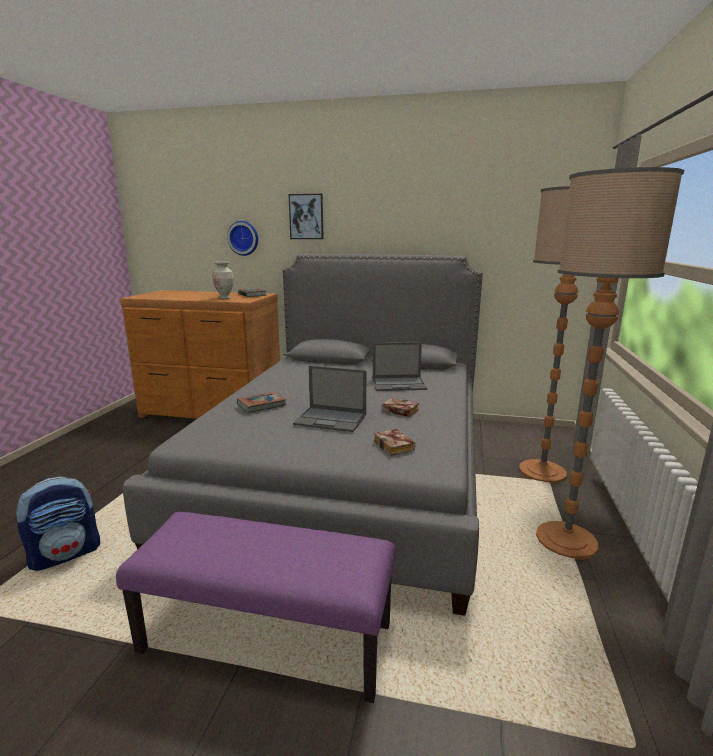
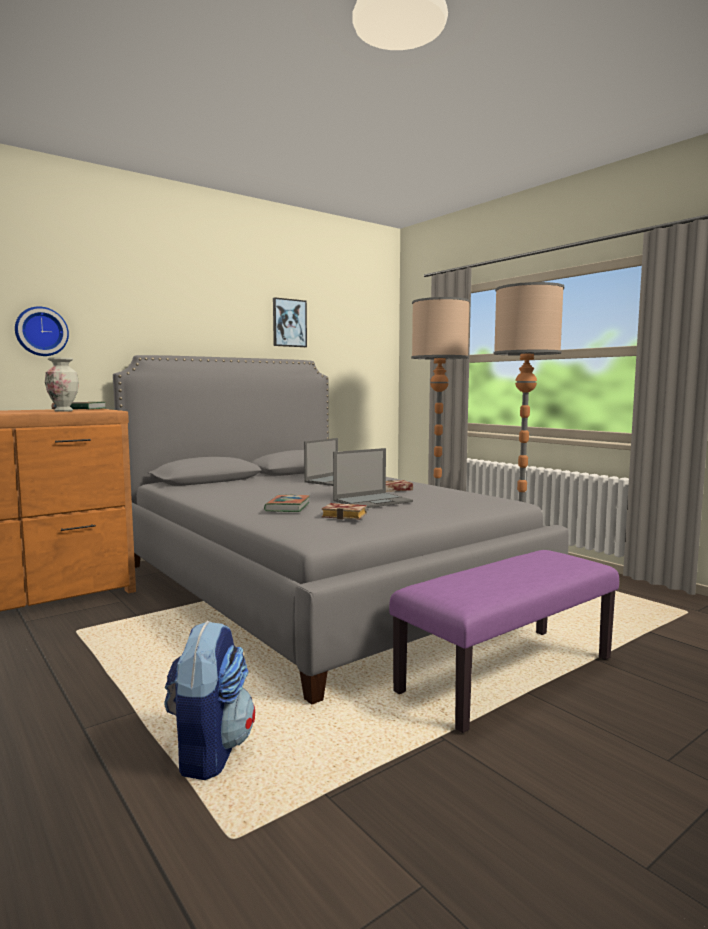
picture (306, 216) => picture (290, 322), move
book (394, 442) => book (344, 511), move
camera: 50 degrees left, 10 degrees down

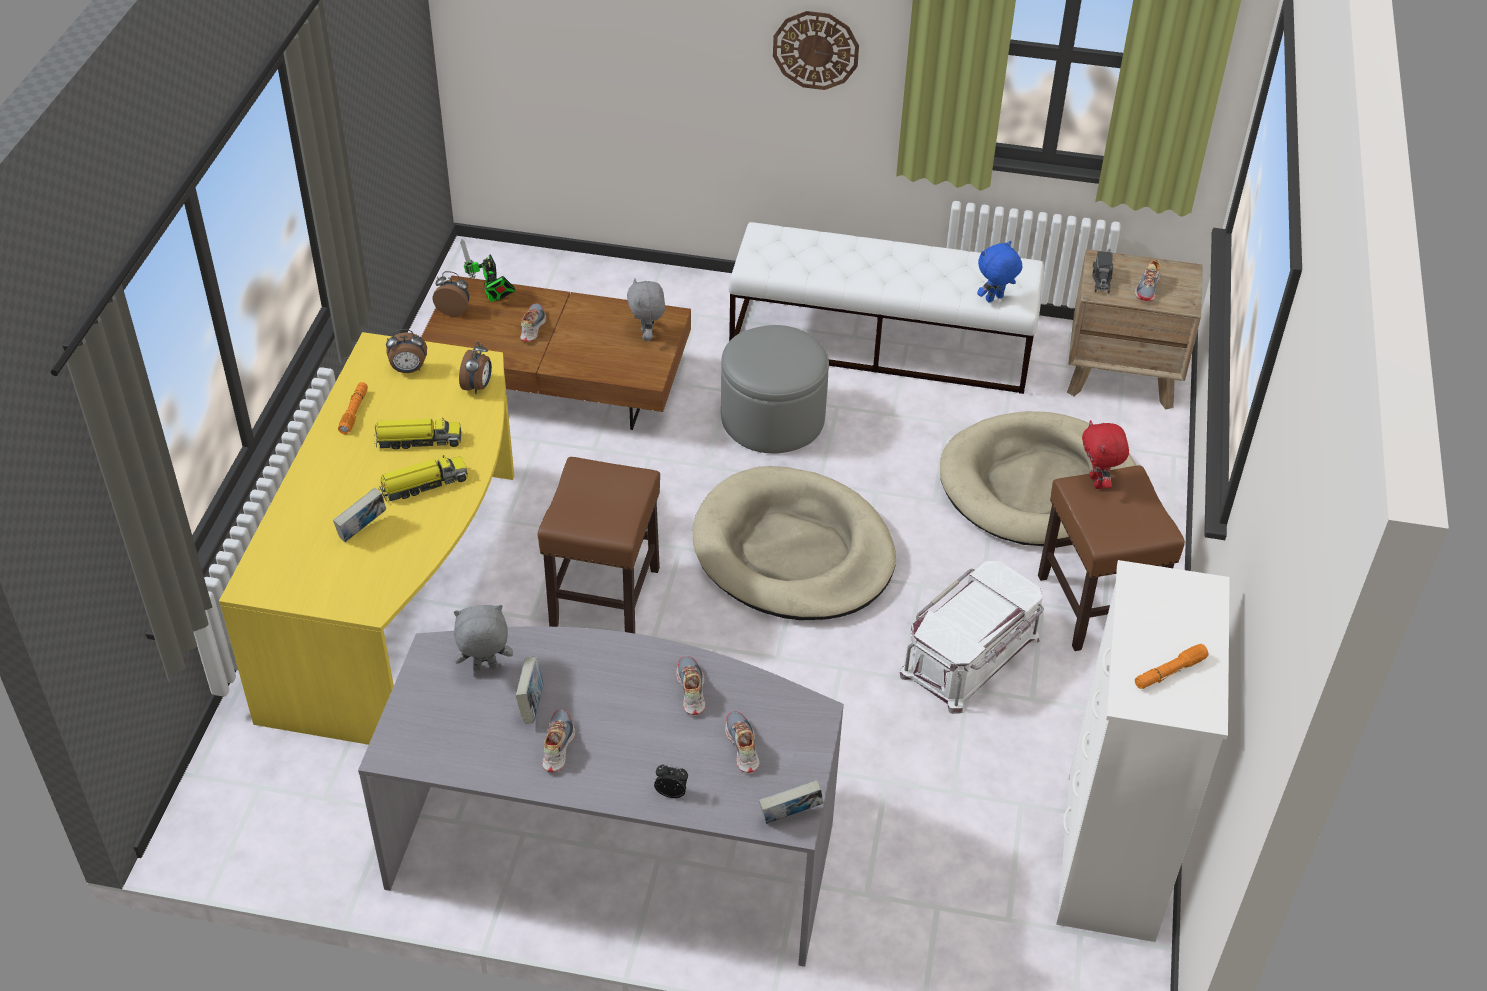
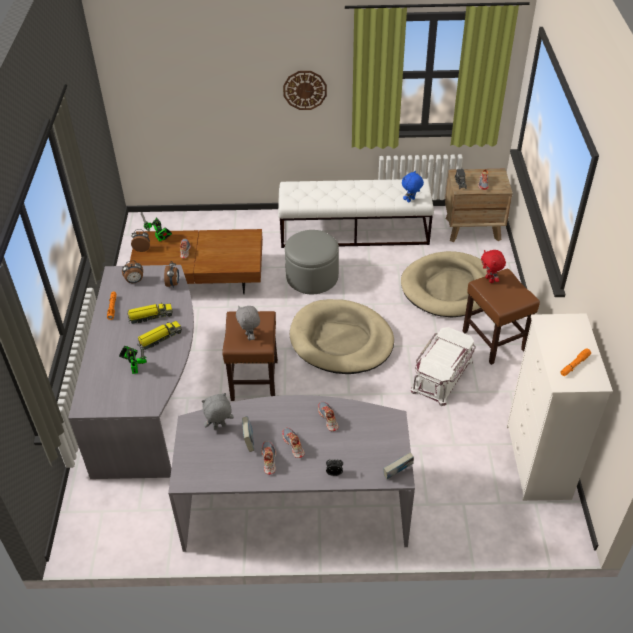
desk in yellow (366, 538) => desk in grey (131, 372)
book (359, 514) => toy robot (133, 360)
plush toy in grey (646, 309) => plush toy in grey (248, 323), move
shoe (742, 742) => shoe (294, 443), move
camera: 10 degrees left, 0 degrees up

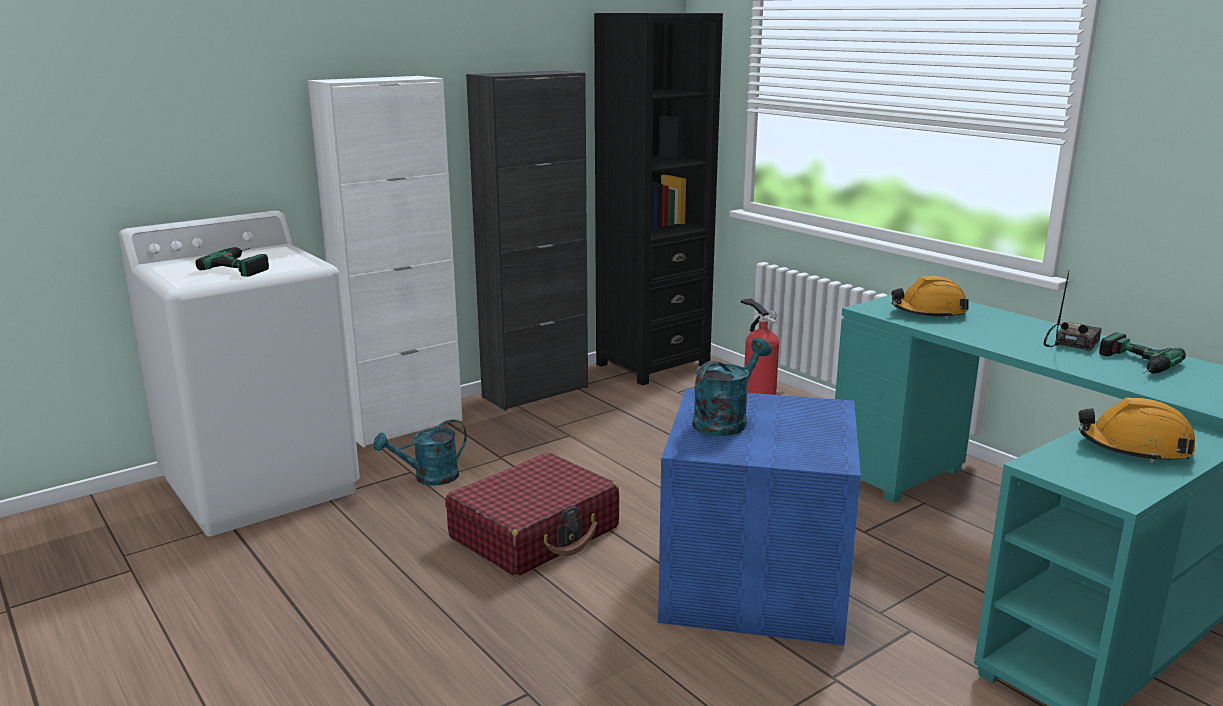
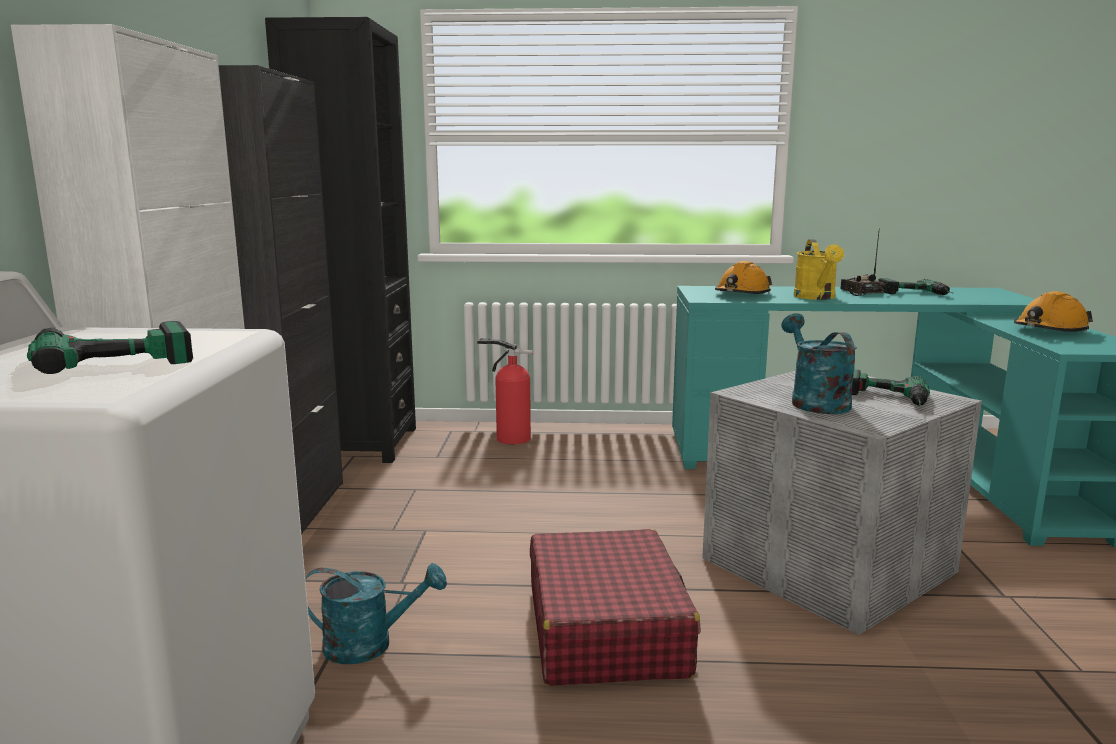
watering can in turquoise (420, 453) => watering can in turquoise (376, 613), 105 degrees counterclockwise
storage box in blue (759, 516) => storage box in grey (842, 503)
nothing => watering can in yellow (819, 269)
nothing => power drill (891, 387)
camera: 50 degrees left, 5 degrees down

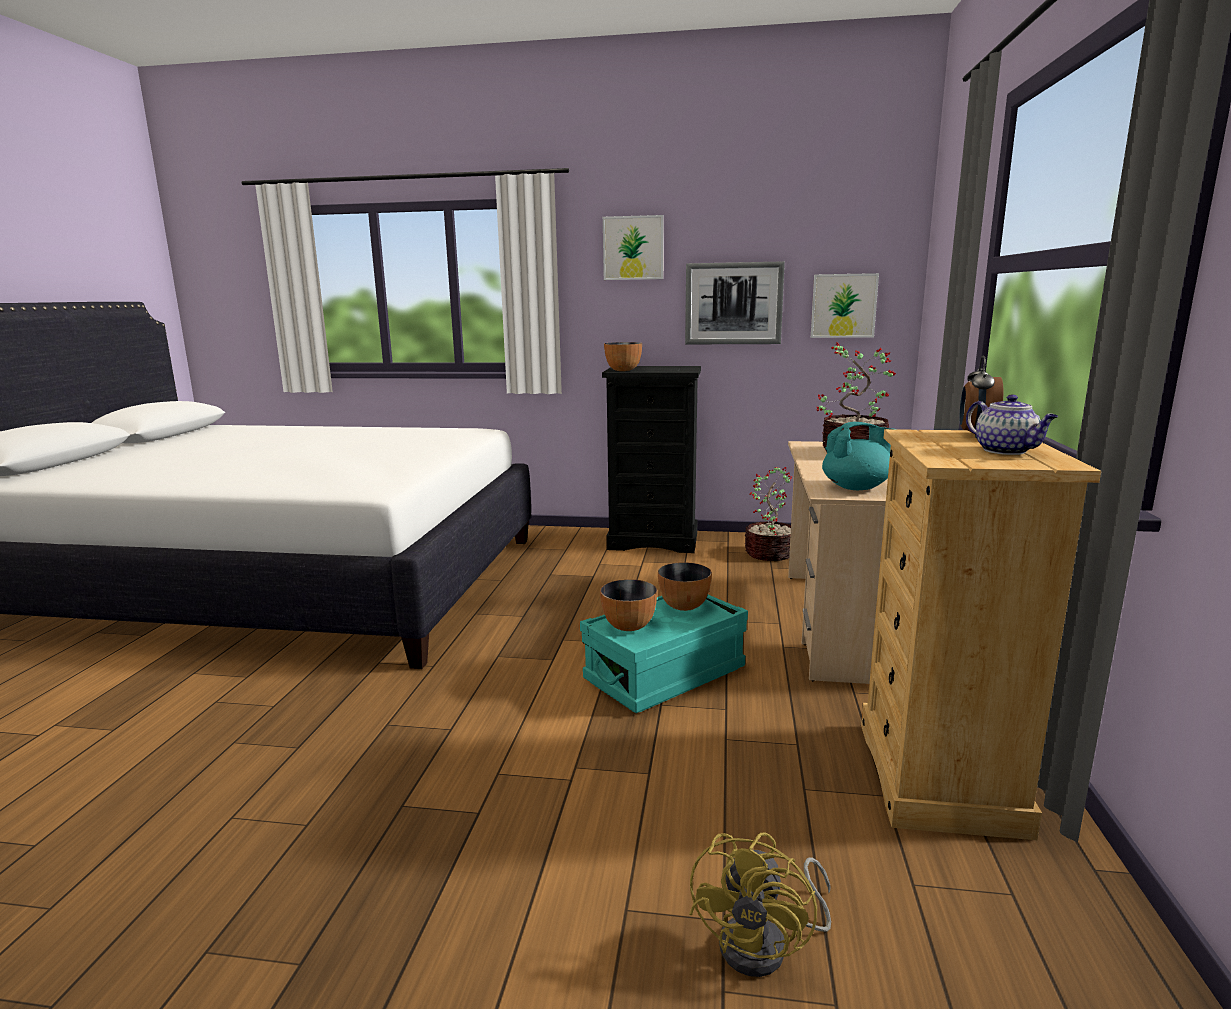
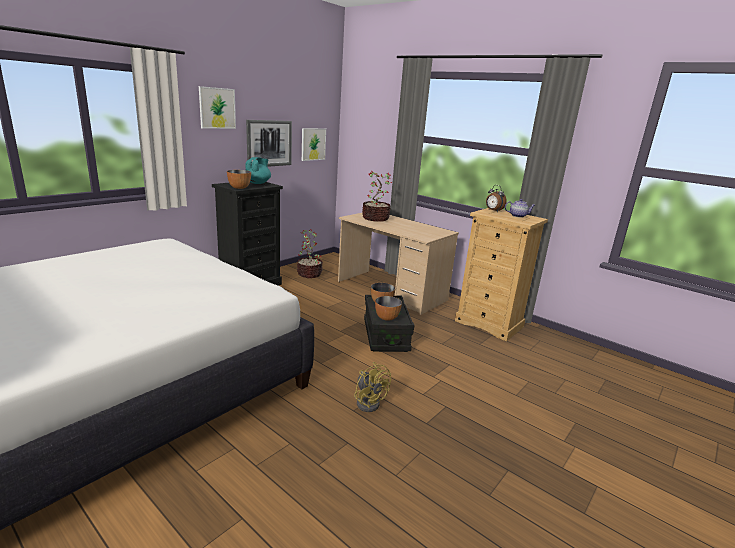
teapot in turquoise (857, 456) => teapot in turquoise (258, 170), move
fan in yellow (760, 905) => fan in yellow (372, 387), move
storage box in turquoise (664, 654) => storage box in black (389, 323)
camera: 60 degrees left, 5 degrees up

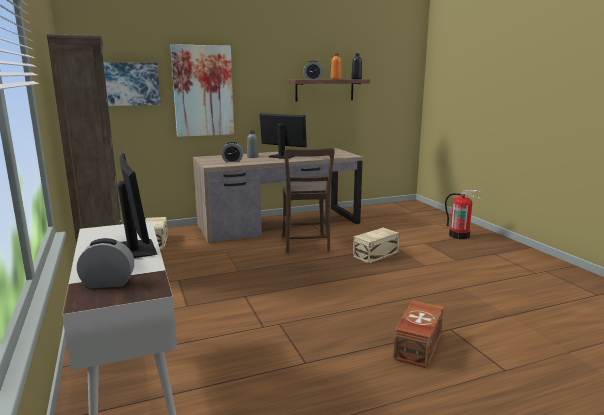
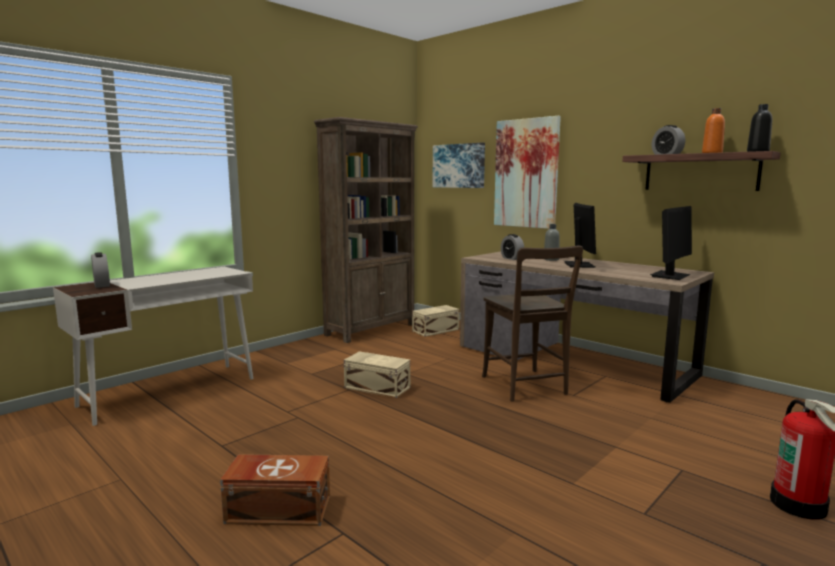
storage box in beige (376, 245) => storage box in beige (377, 374), move
chair in brown (308, 200) => chair in brown (532, 323), 75 degrees counterclockwise
monitor (137, 205) => monitor (671, 243), move
camera: 65 degrees right, 5 degrees down

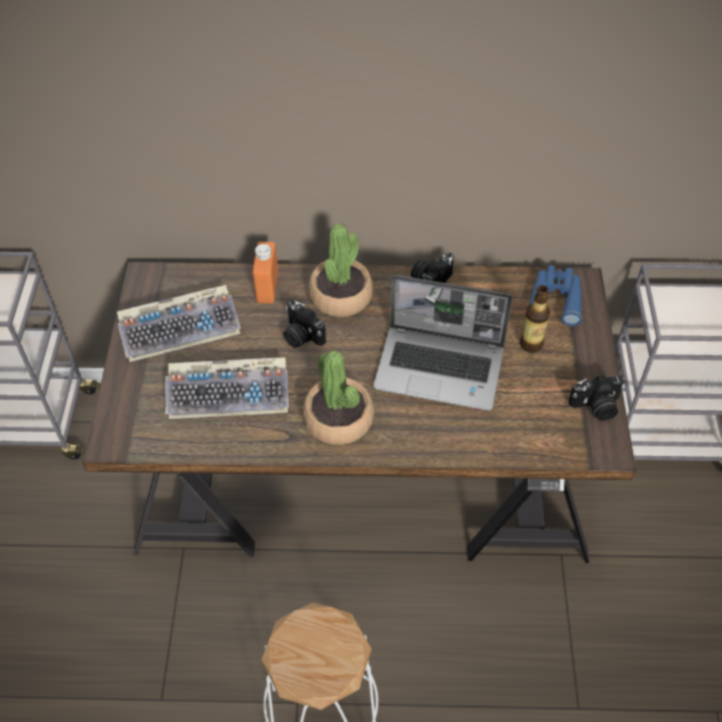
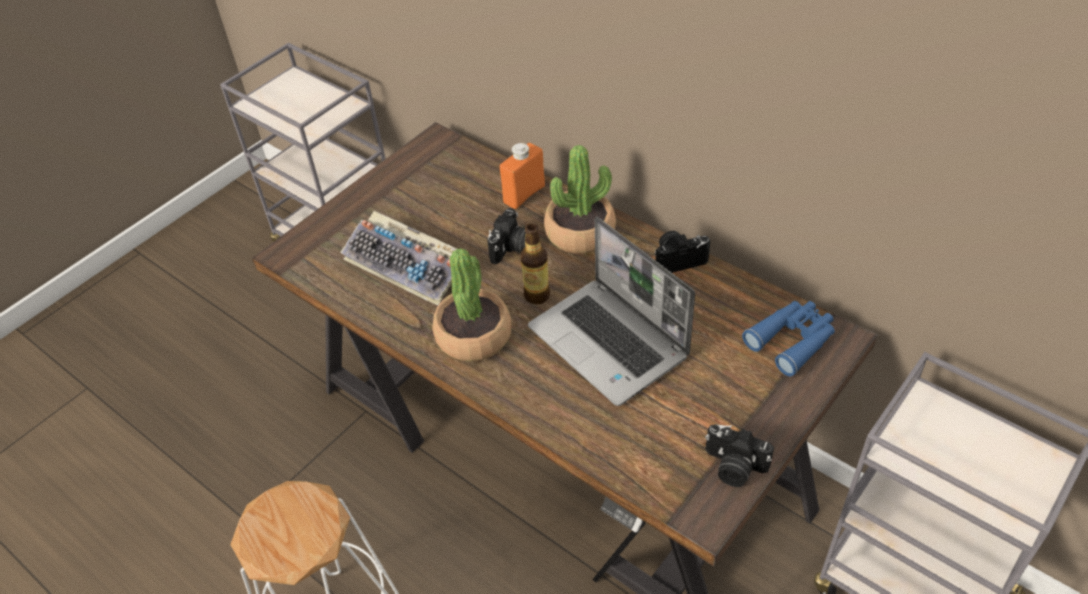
photo camera (304, 324) => photo camera (506, 236), 150 degrees counterclockwise
bottle (535, 319) => bottle (535, 264), move
keyboard (179, 323) => nothing
camera: 40 degrees right, 5 degrees down

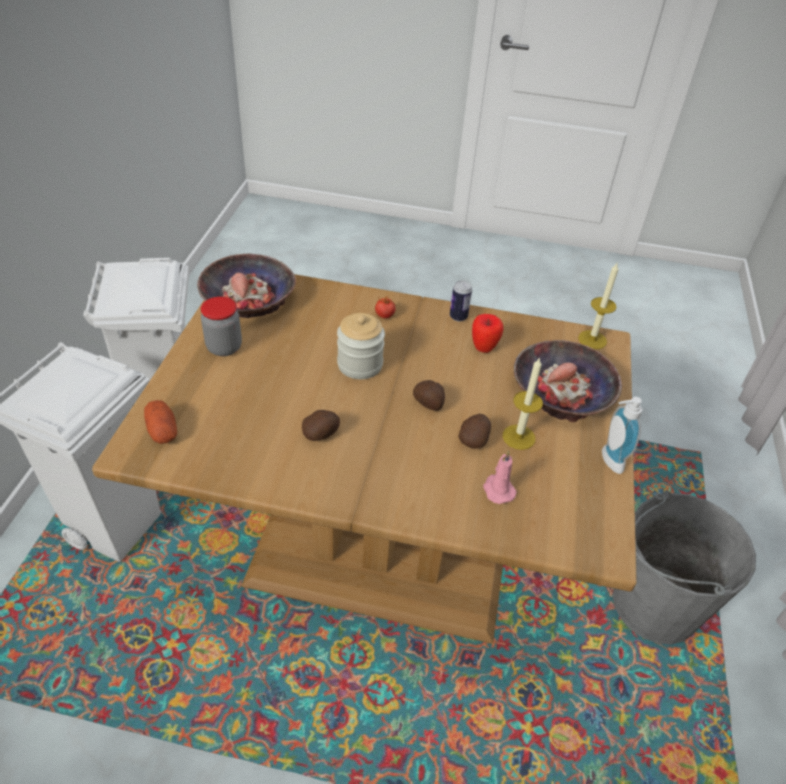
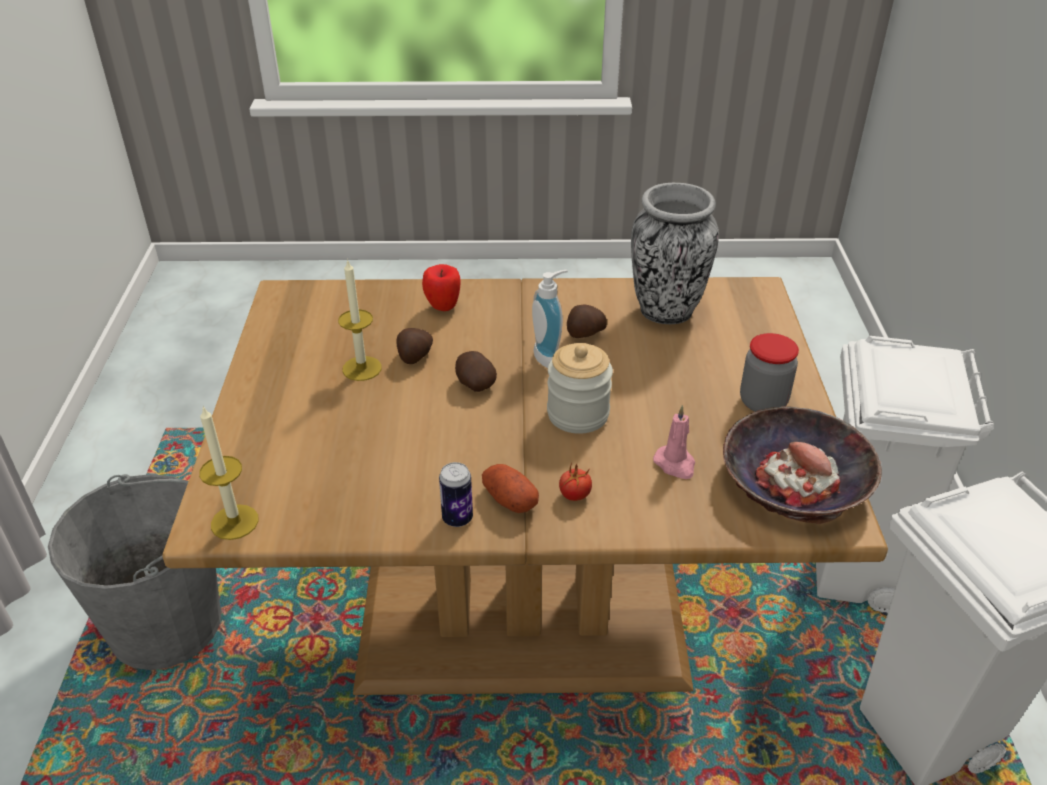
apple (487, 333) => apple (441, 287), move
potato (160, 422) => potato (510, 488), move
soap dispenser (622, 435) => soap dispenser (550, 319), move
nothing => vase (675, 253)
candle in pink (500, 477) => candle in pink (674, 442), move
bowl (568, 381) => nothing
camera: 170 degrees right, 5 degrees down

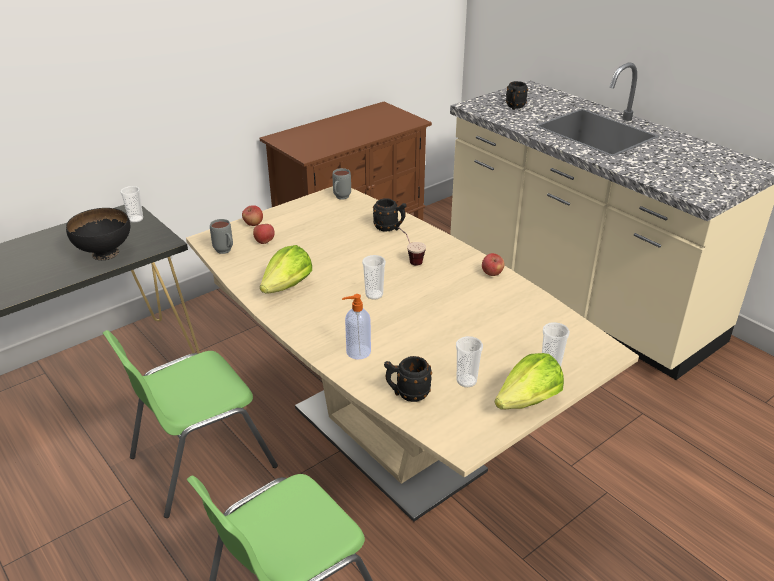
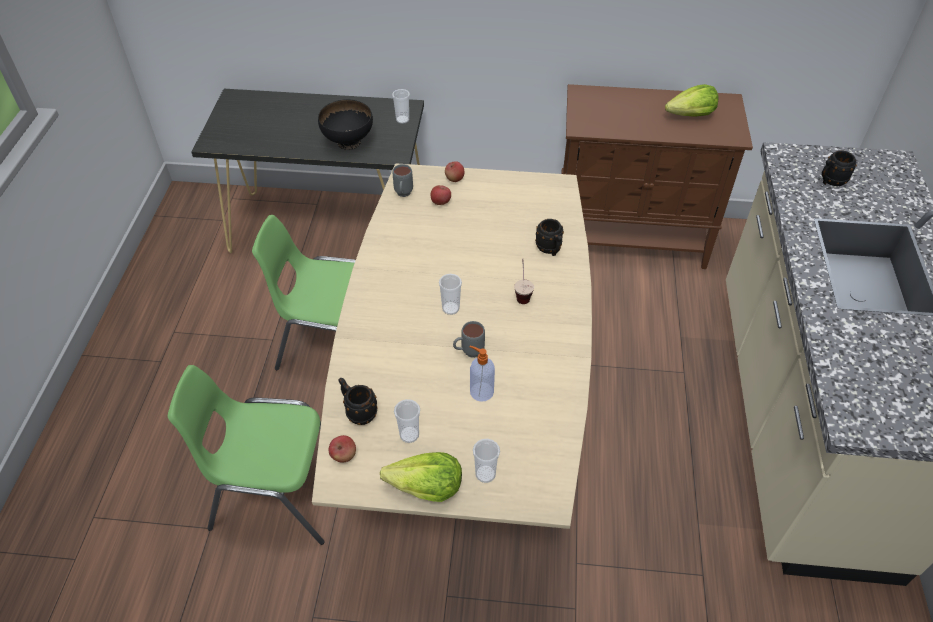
apple (493, 264) => apple (342, 449), move
mug in grey (341, 184) => mug in grey (469, 339), move
soap dispenser (356, 326) => soap dispenser (482, 374), move
lettuce (286, 269) => lettuce (691, 100), move
camera: 45 degrees right, 15 degrees up

